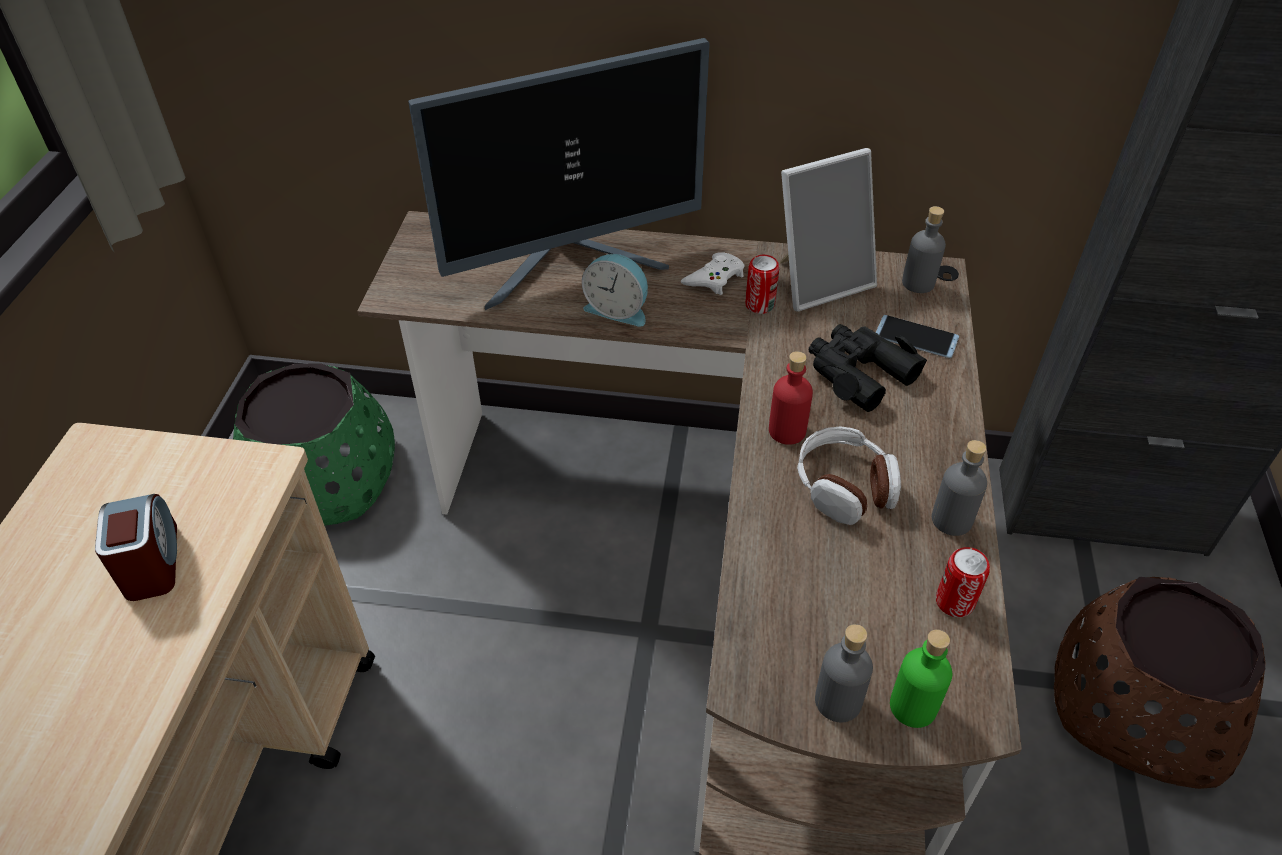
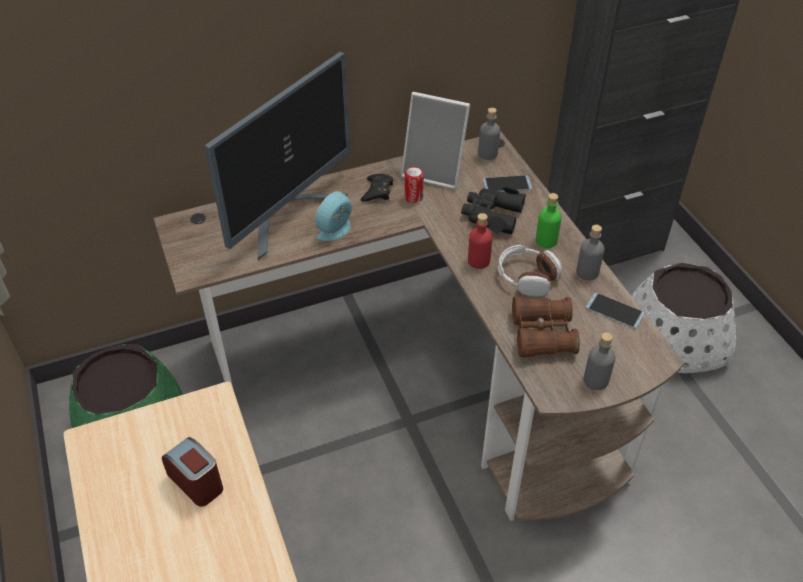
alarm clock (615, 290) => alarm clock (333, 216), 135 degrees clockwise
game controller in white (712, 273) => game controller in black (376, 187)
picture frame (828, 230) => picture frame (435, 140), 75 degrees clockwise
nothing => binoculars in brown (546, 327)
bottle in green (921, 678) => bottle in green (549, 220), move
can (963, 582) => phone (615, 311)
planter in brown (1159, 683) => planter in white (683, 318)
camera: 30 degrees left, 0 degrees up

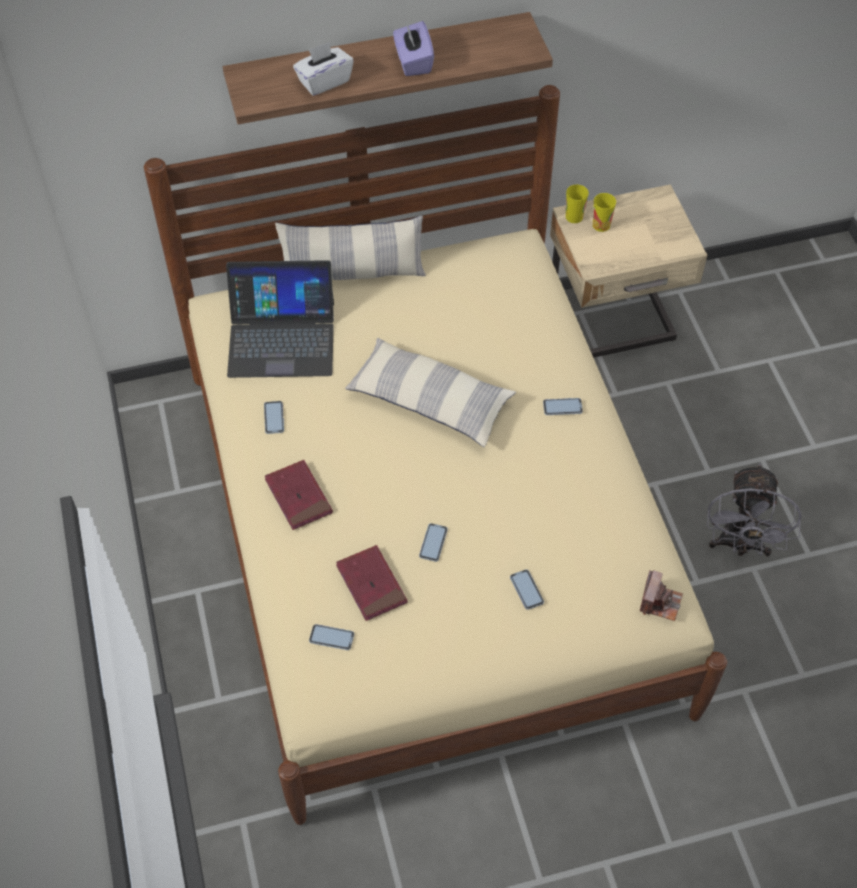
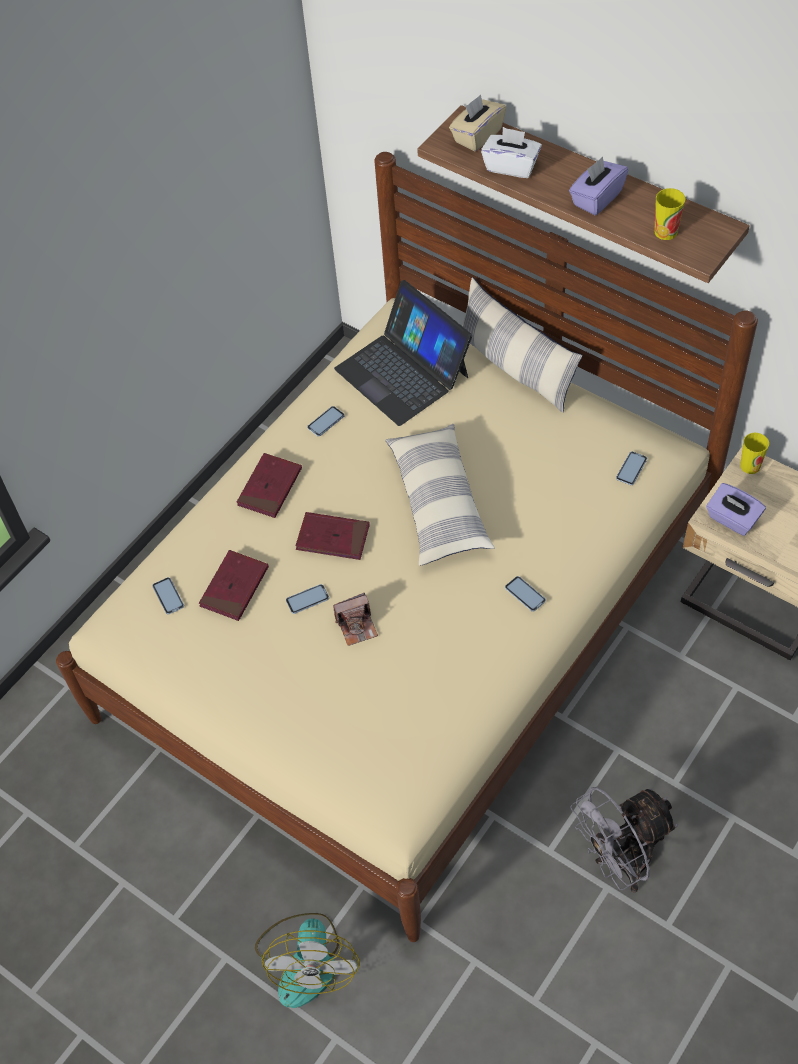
nothing => fan (307, 960)
nothing => book in red (332, 536)
photo camera (661, 595) => photo camera (355, 619), move
nothing => tissue box in beige (477, 122)
phone (527, 589) => phone (631, 468), move
cup (604, 212) => cup (670, 214), move
nothing => tissue box in purple (736, 509)
camera: 55 degrees right, 0 degrees up

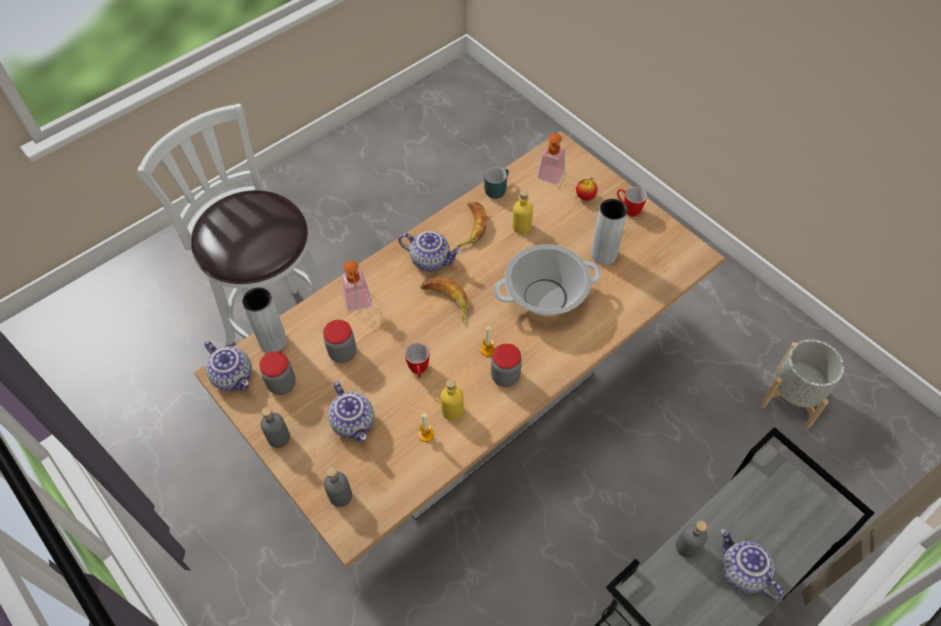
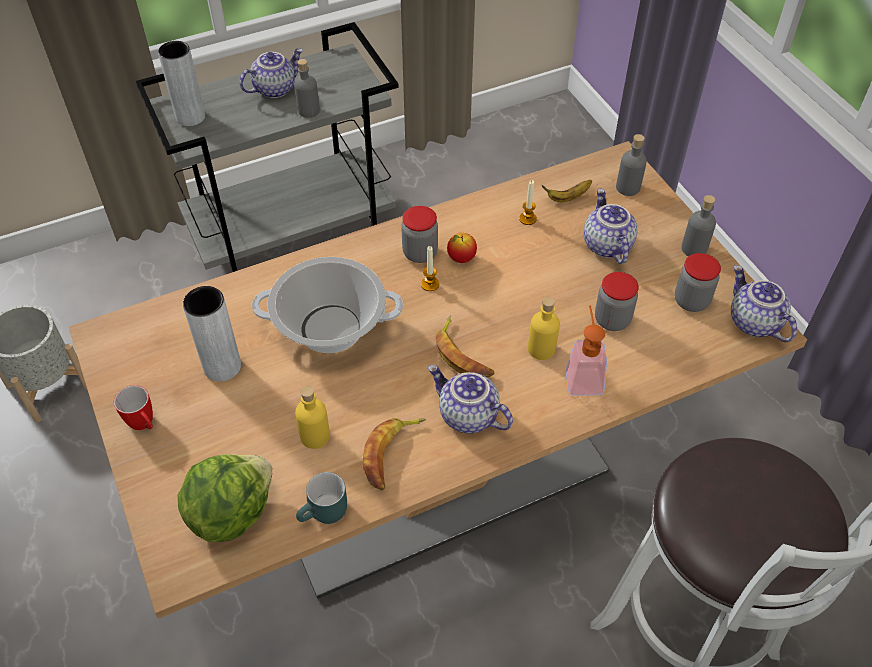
vase in grey (264, 320) => vase in grey (181, 83), move
soap dispenser (551, 159) => lettuce (224, 498)
teapot (752, 564) => teapot (271, 73), 105 degrees counterclockwise
apple (587, 189) => apple (462, 248), move
bottle in yellow (452, 400) => bottle in yellow (544, 328), move
nothing => banana (567, 191)
mug (417, 360) => nothing
camera: 165 degrees left, 5 degrees down

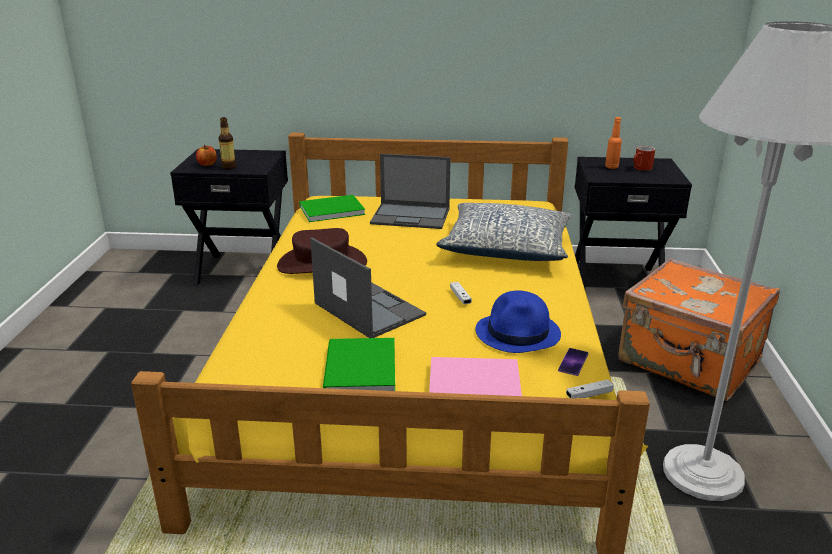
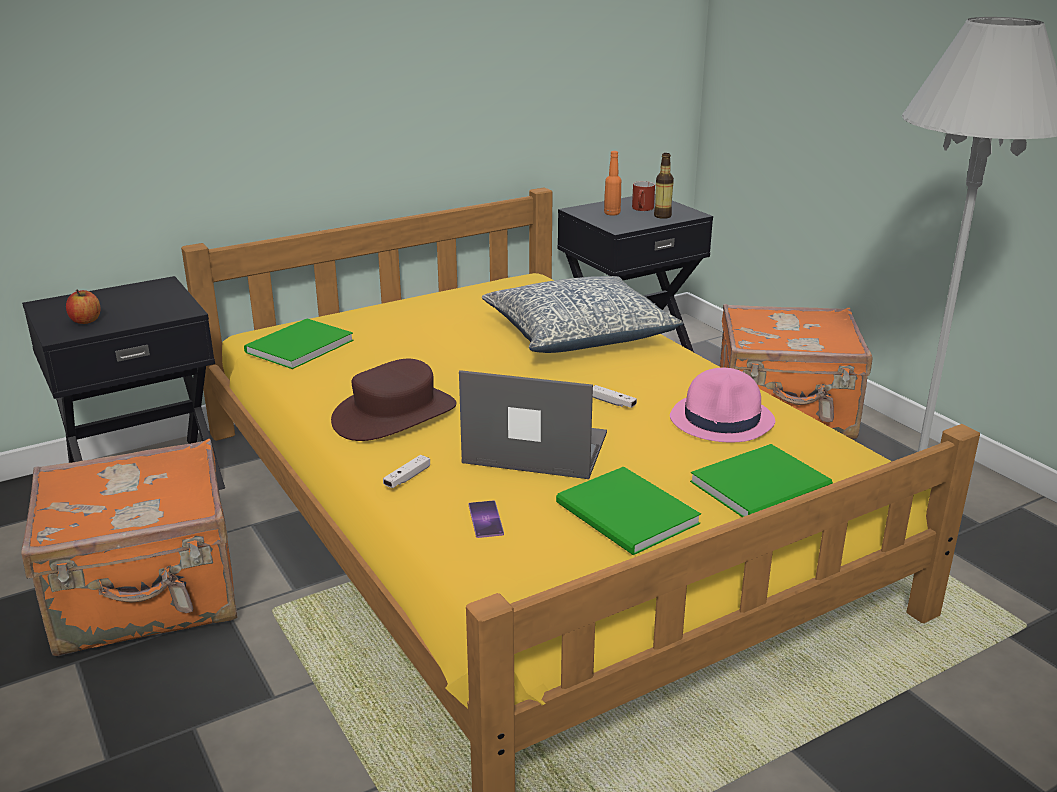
nothing => suitcase in orange (129, 547)
game controller in white (590, 389) => game controller in white (406, 471), move
phone (573, 362) => phone (486, 519), move
bottle (227, 143) => bottle (664, 186), move
hat in blue (518, 321) => hat in pink (722, 405)
book in pink (475, 376) => book in green (761, 480)
laptop (410, 191) => nothing
camera: 35 degrees left, 0 degrees up

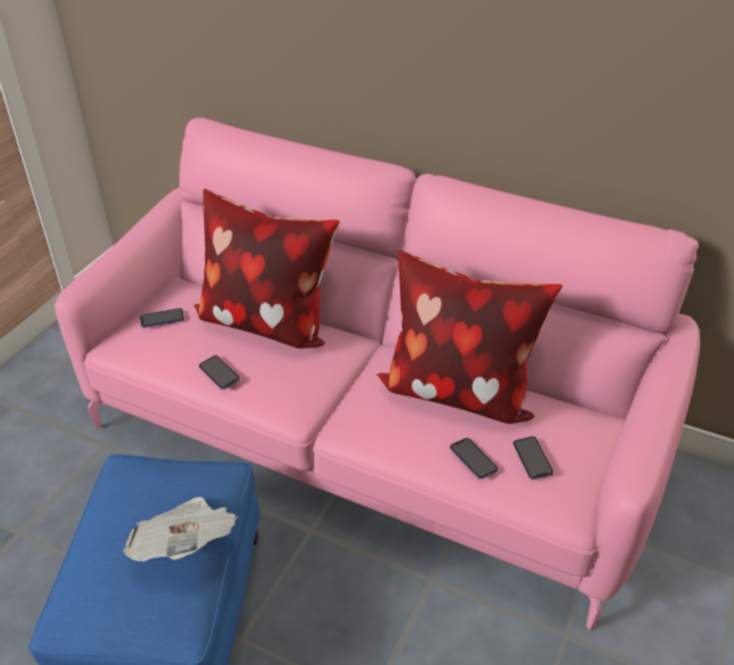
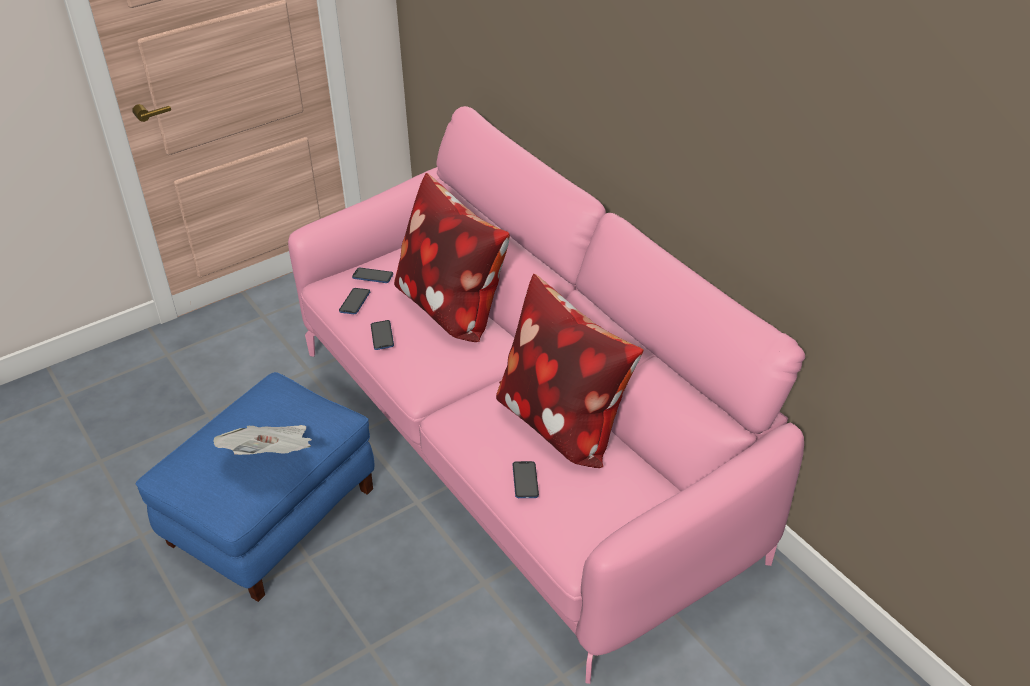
phone (533, 458) => phone (354, 301), move
camera: 30 degrees right, 0 degrees up

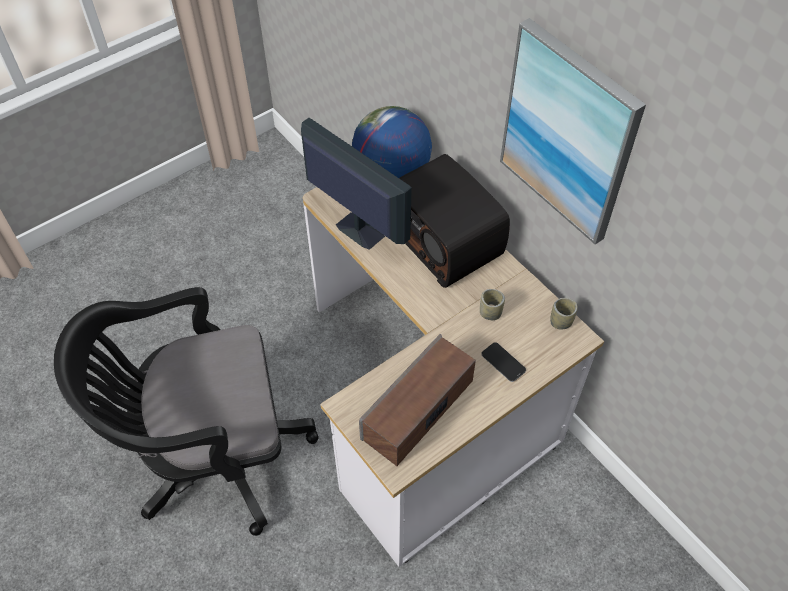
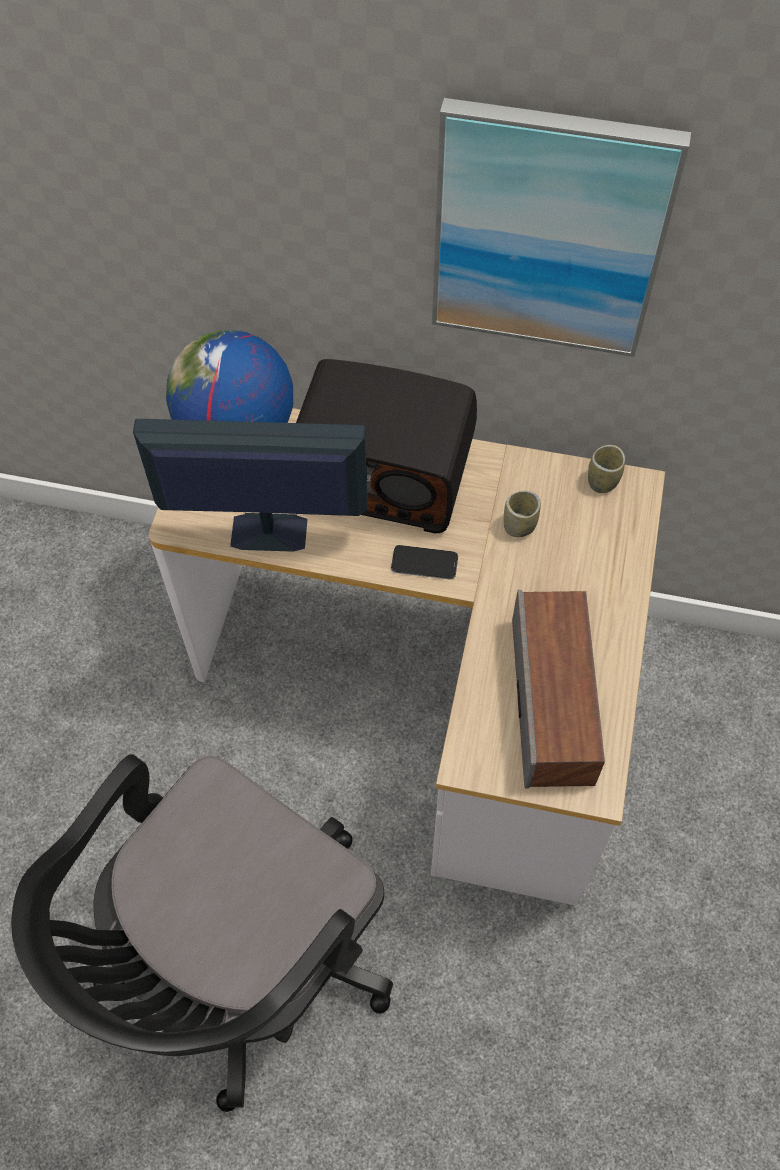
phone (503, 362) => phone (424, 562), move
camera: 40 degrees left, 5 degrees up

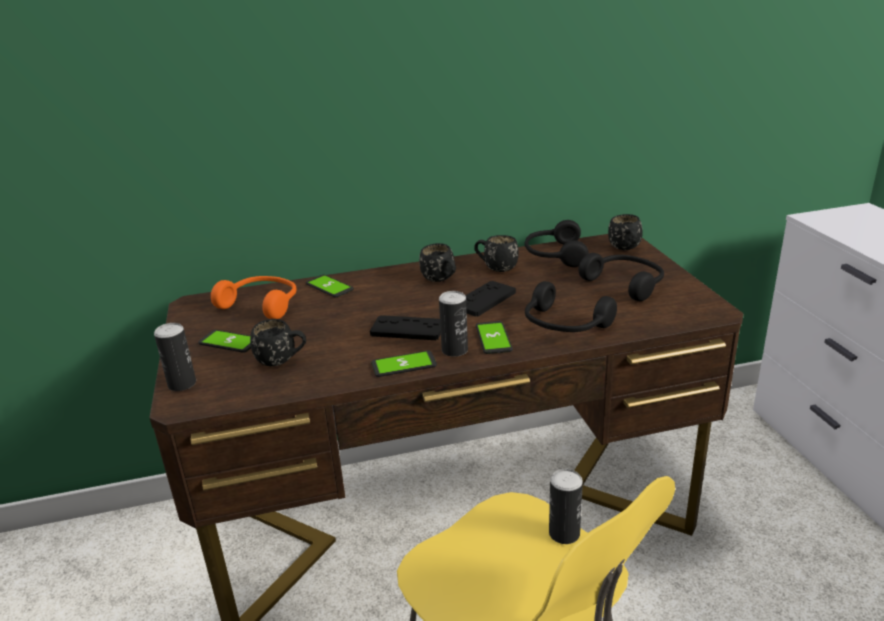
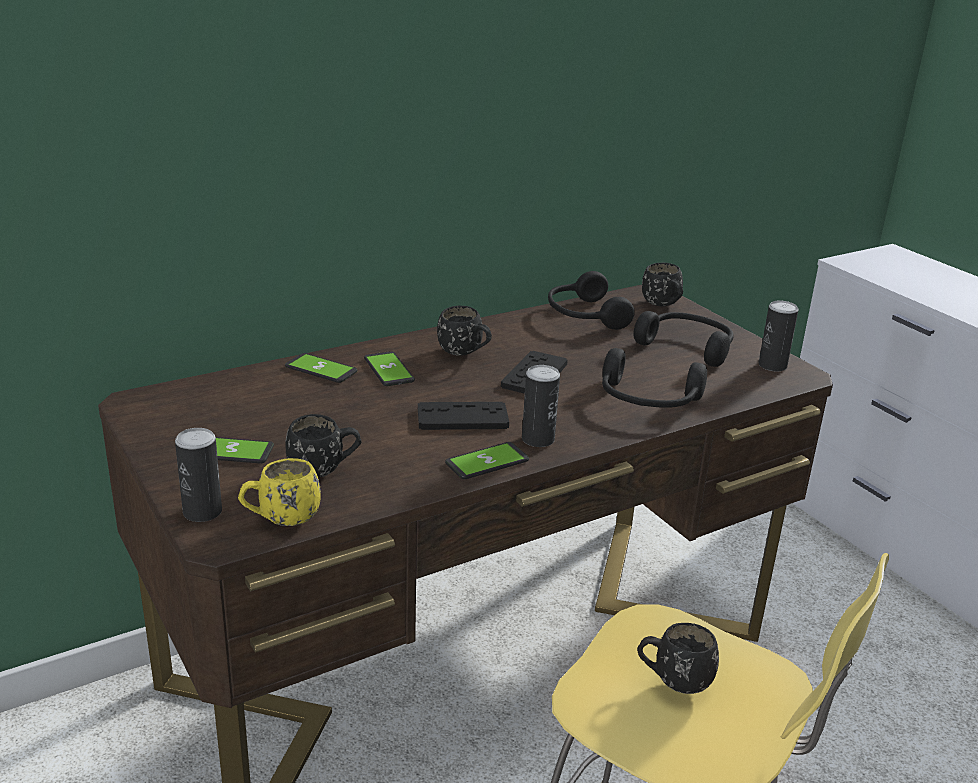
nothing => mug in yellow (279, 492)
phone (494, 337) => phone (389, 368), move
mug in black (496, 253) => mug in black (678, 658), move
can (566, 506) => can (778, 335), move
headphones in orange (254, 297) => nothing
camera: 20 degrees left, 0 degrees up

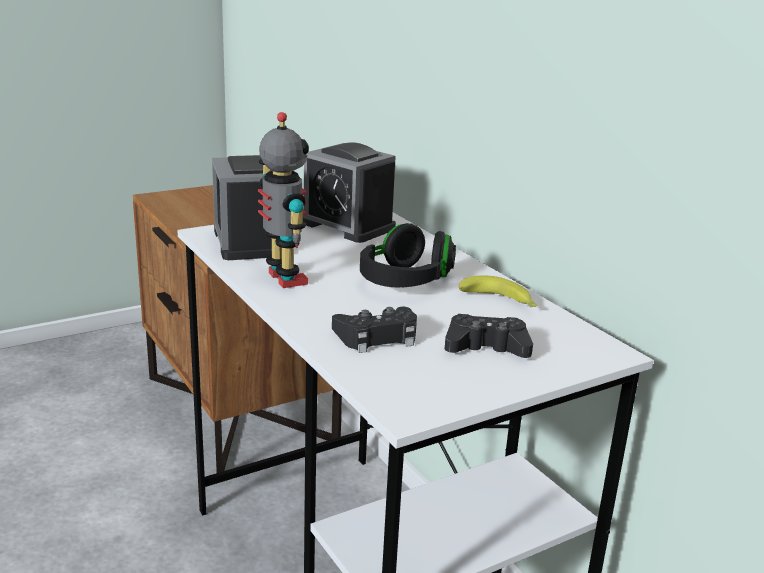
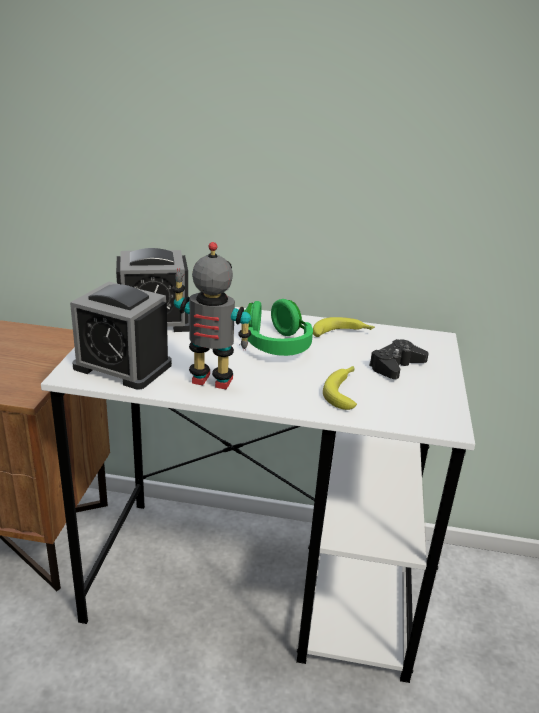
headphones in black (408, 255) => headphones in green (278, 327)
game controller in black (374, 330) => banana (340, 388)
camera: 50 degrees left, 5 degrees up

